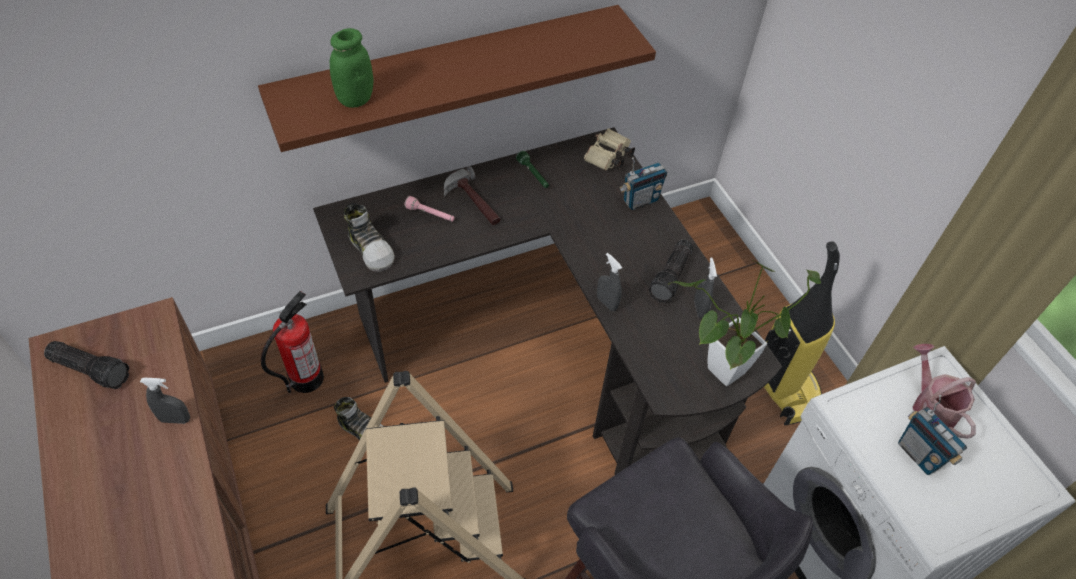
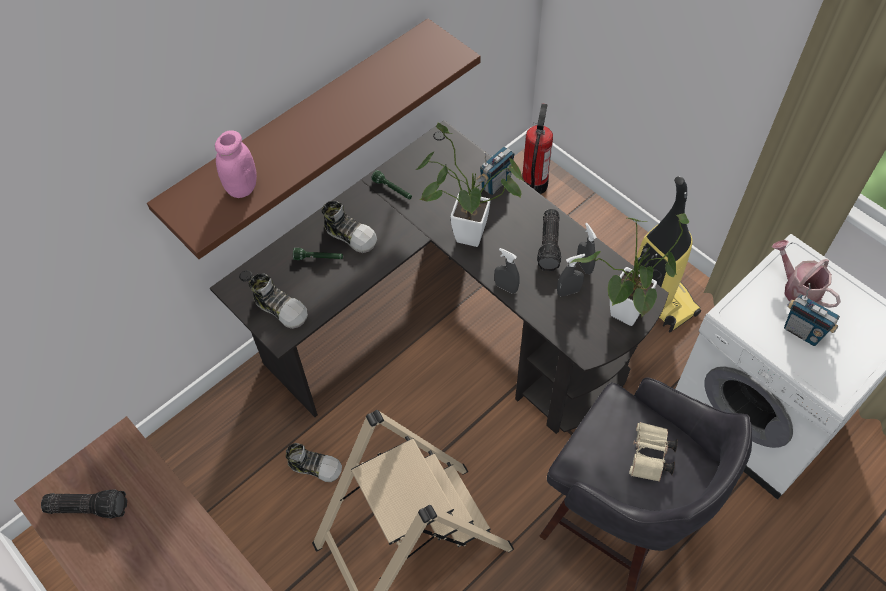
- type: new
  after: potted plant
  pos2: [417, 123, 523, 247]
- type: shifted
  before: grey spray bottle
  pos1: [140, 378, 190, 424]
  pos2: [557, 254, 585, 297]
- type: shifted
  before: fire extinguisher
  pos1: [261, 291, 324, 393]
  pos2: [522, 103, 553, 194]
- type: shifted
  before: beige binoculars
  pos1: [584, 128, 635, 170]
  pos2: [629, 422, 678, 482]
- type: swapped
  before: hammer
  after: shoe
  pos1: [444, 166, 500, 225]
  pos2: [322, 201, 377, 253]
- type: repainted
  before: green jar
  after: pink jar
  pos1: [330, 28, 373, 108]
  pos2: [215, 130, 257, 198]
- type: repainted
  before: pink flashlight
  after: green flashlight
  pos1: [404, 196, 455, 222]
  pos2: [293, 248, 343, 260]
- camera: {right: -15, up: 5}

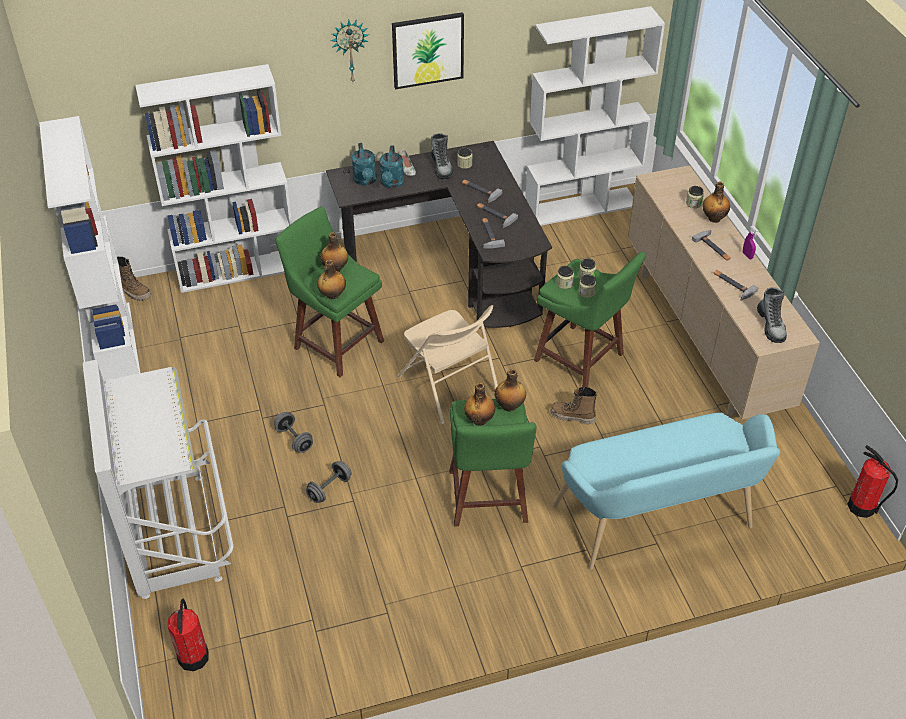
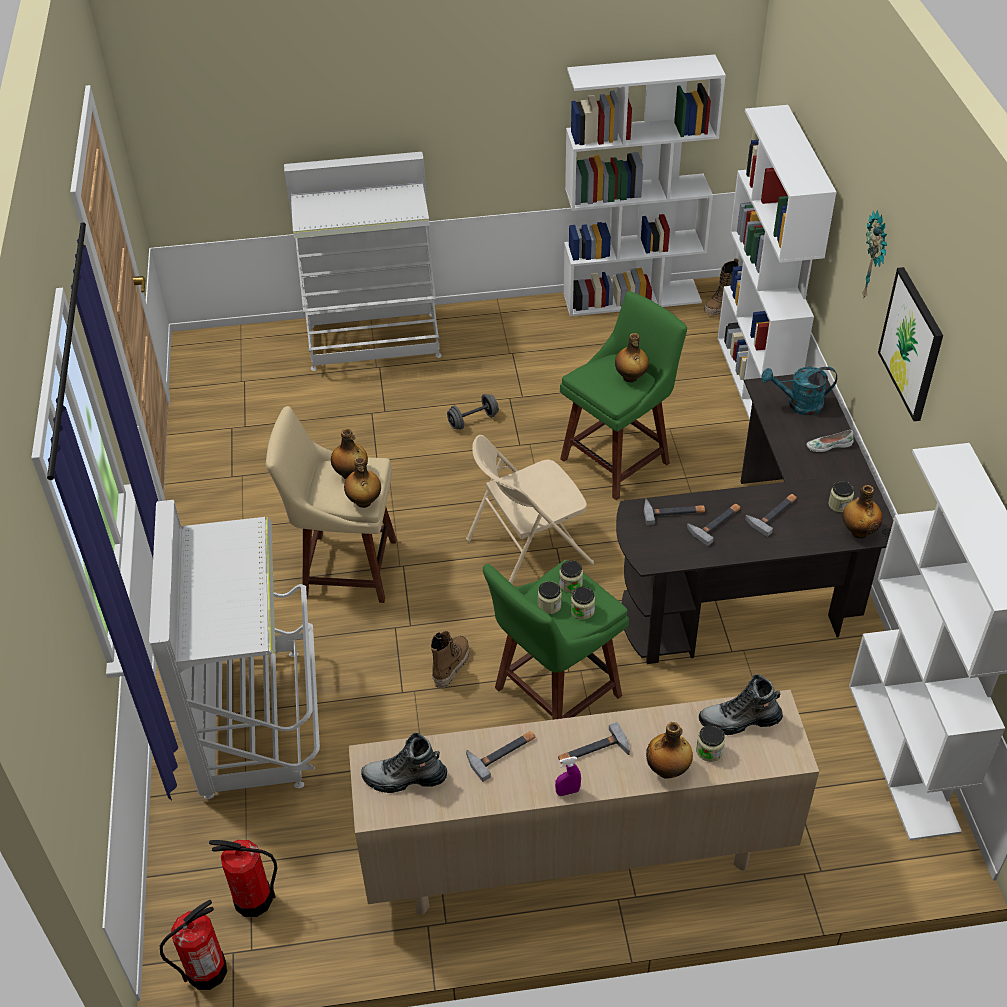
- type: gone
  before: grey dumbbell
  pos1: [306, 461, 352, 503]
- type: gone
  before: turquoise watering can
  pos1: [379, 145, 404, 189]
- type: shifted
  before: fire extinguisher
  pos1: [168, 598, 209, 671]
  pos2: [209, 840, 278, 917]
- type: shifted
  before: bottle
  pos1: [317, 260, 346, 299]
  pos2: [842, 485, 883, 539]
- type: shifted
  before: boot
  pos1: [431, 133, 453, 179]
  pos2: [699, 674, 783, 735]
- type: swapped
  before: turquoise bench
  after: white shoe rack
  pos1: [553, 413, 780, 570]
  pos2: [149, 500, 320, 799]
- type: repainted
  before: green stool
  after: beige stool
  pos1: [449, 399, 537, 527]
  pos2: [266, 406, 397, 603]
- camera: {right: 100, up: 0}

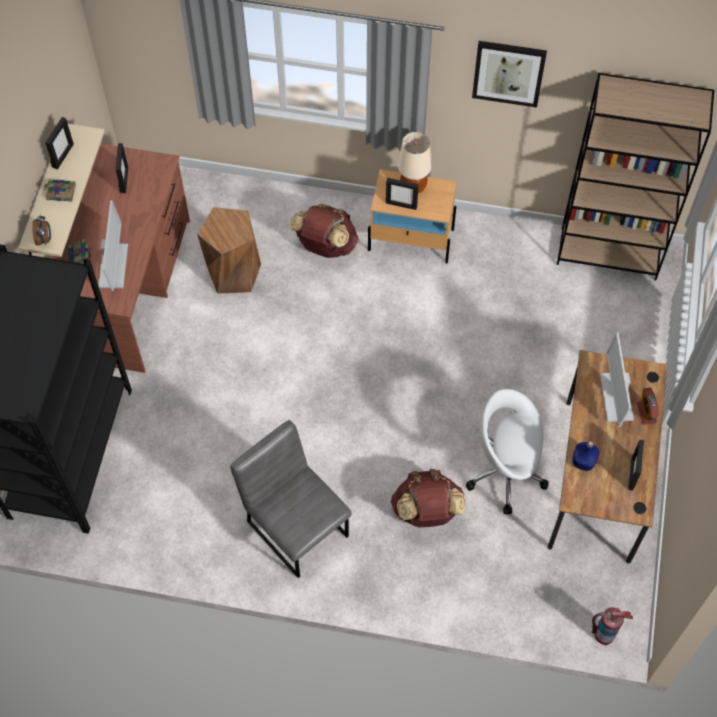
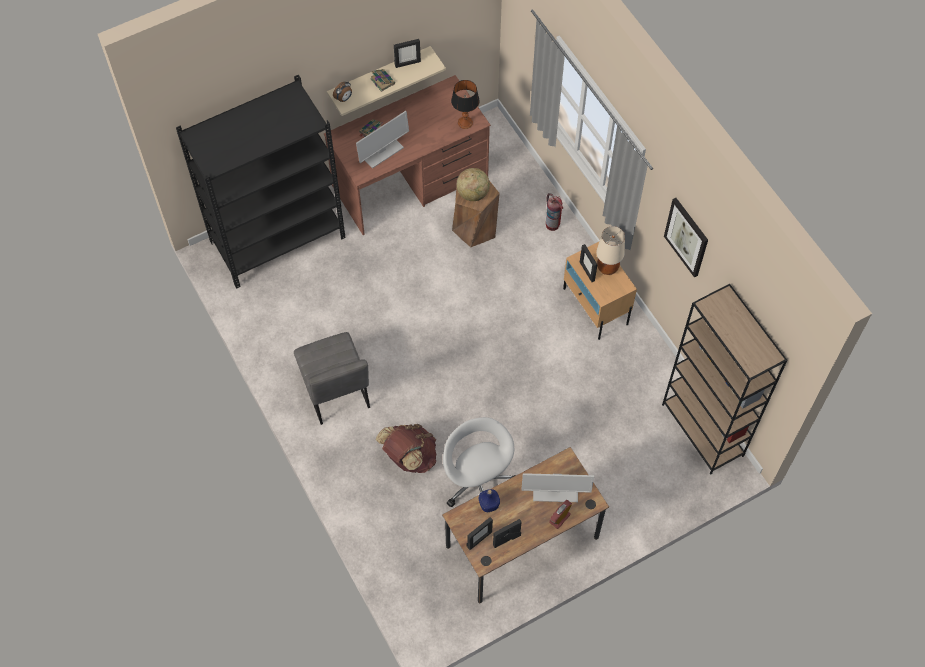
- type: gone
  before: brown backpack
  pos1: [289, 204, 358, 258]
- type: new
  after: table lamp
  pos2: [451, 80, 480, 129]
- type: new
  after: globe
  pos2: [457, 168, 490, 201]
- type: shifted
  before: picture frame
  pos1: [116, 143, 128, 193]
  pos2: [466, 517, 493, 550]
- type: shifted
  before: fire extinguisher
  pos1: [592, 608, 633, 645]
  pos2: [546, 193, 563, 231]
- type: rotated
  before: grey chair
  pos1: [230, 420, 352, 578]
  pos2: [294, 332, 370, 425]
  turn: 150
- type: rotated
  before: monitor
  pos1: [600, 332, 634, 427]
  pos2: [521, 473, 594, 502]
  turn: -135
- camera: {right: 50, up: 0}

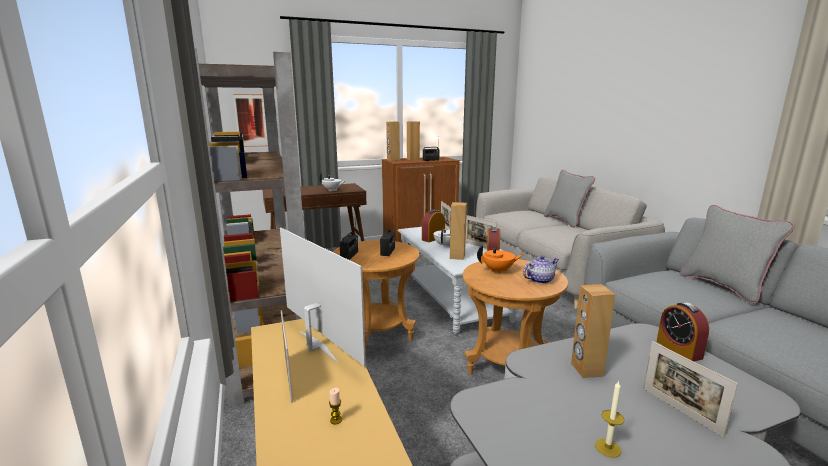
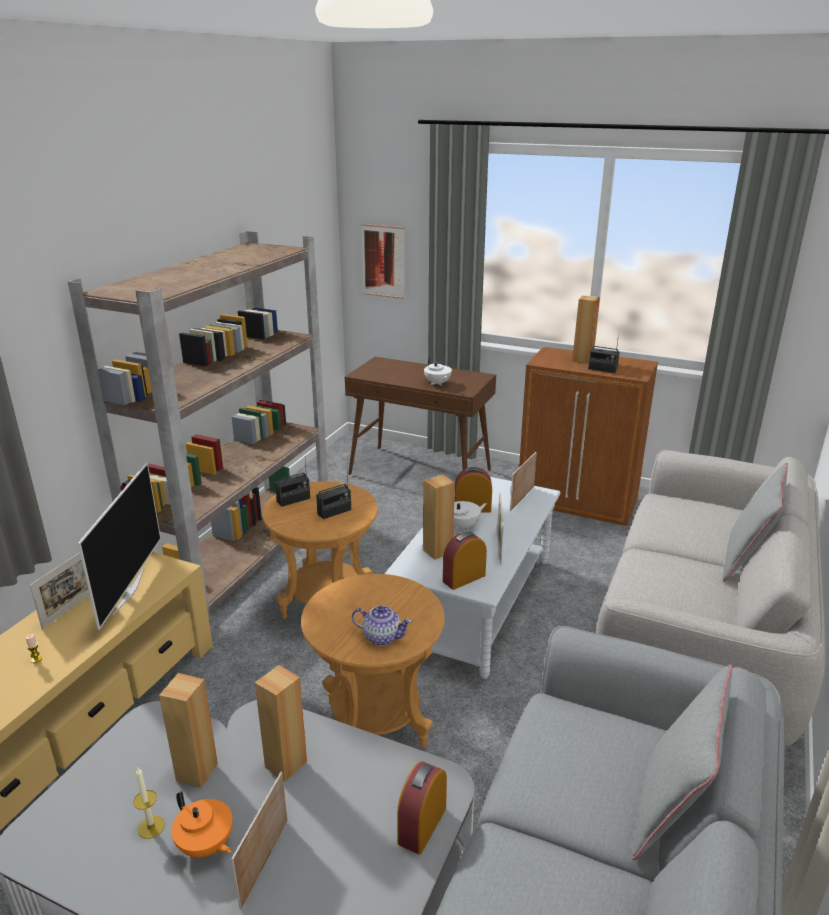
- type: shifted
  before: brown speaker
  pos1: [386, 121, 400, 161]
  pos2: [159, 673, 218, 788]
- type: shifted
  before: orange teapot
  pos1: [477, 245, 523, 274]
  pos2: [171, 791, 233, 858]
- camera: {right: 45, up: 10}

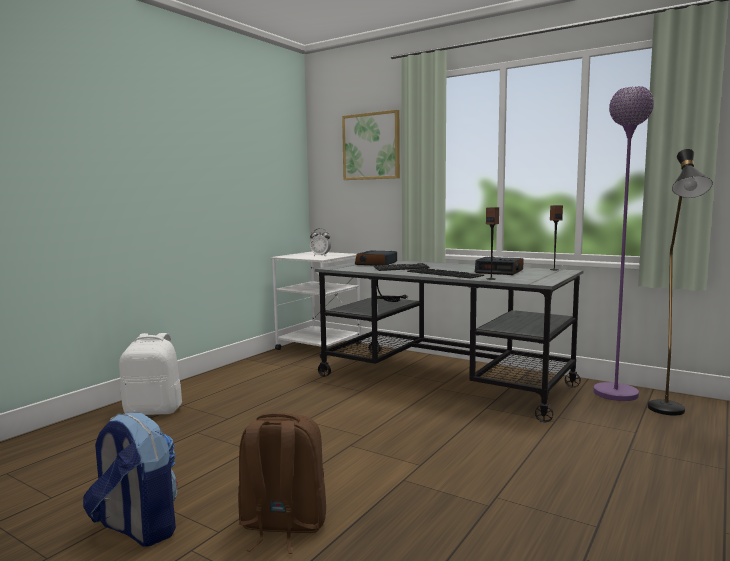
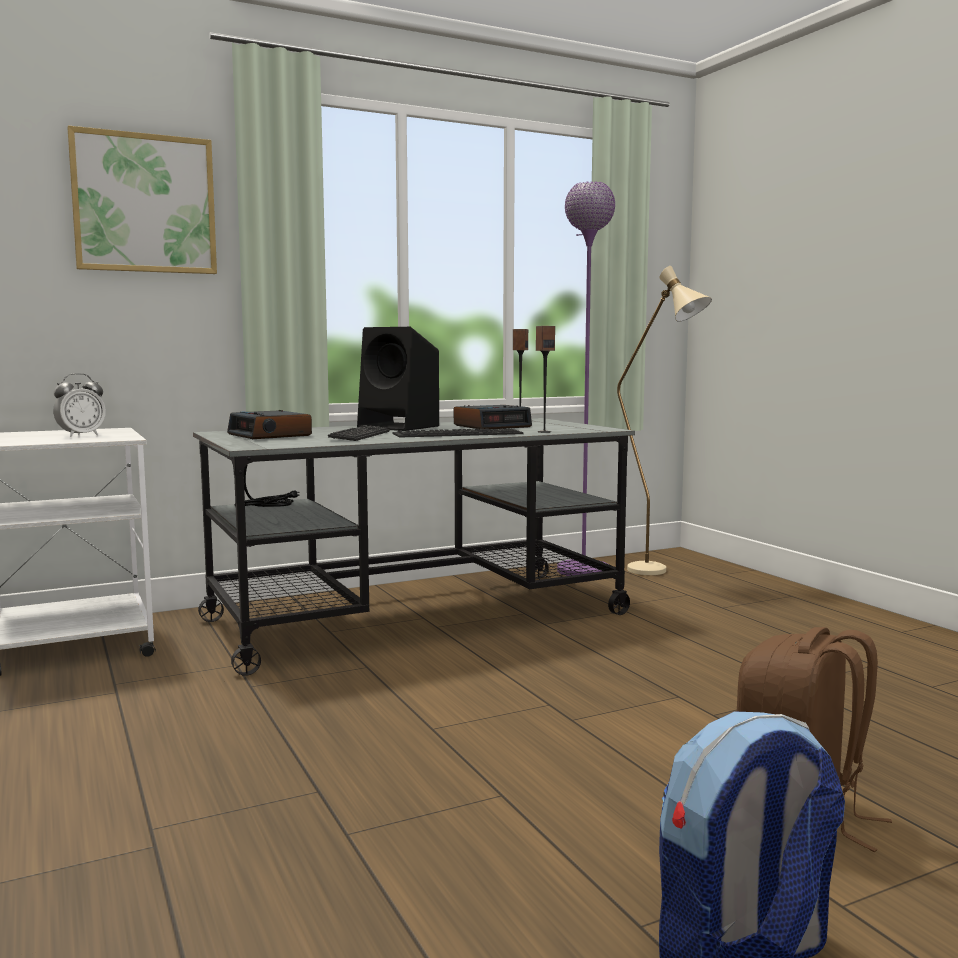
- type: gone
  before: white backpack
  pos1: [119, 333, 182, 415]
- type: new
  after: black speaker
  pos2: [357, 327, 439, 431]
- type: repainted
  before: black floor lamp
  after: beige floor lamp
  pos1: [648, 149, 713, 416]
  pos2: [617, 266, 712, 575]
- camera: {right: -60, up: 0}

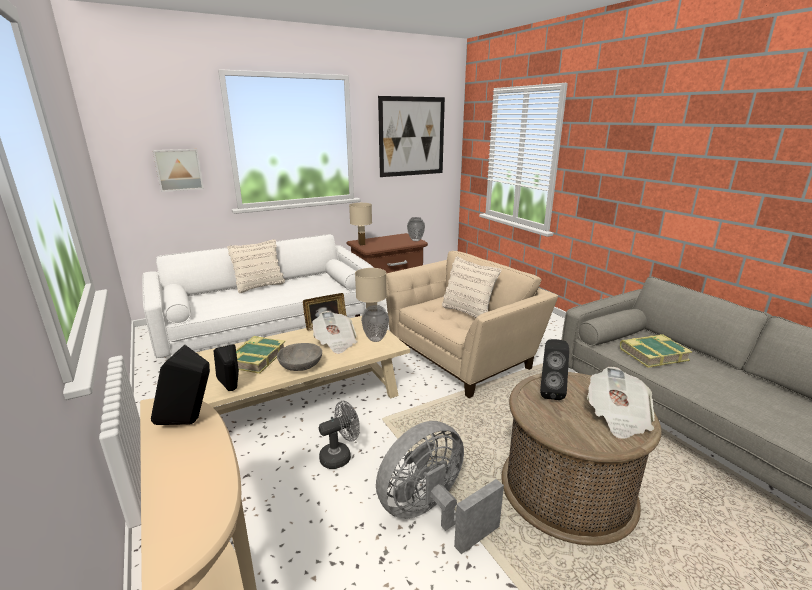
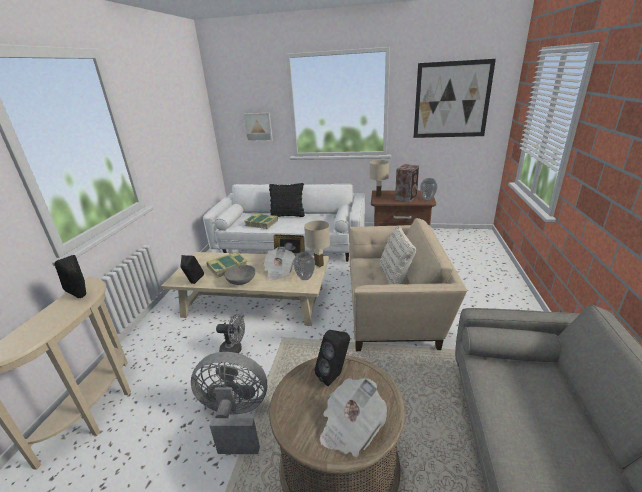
- type: new
  after: speaker
  pos2: [395, 164, 419, 202]
- type: shifted
  before: book
  pos1: [620, 334, 693, 368]
  pos2: [244, 213, 278, 229]
- type: repainted
  before: beige pillow
  after: black pillow
  pos1: [227, 239, 285, 293]
  pos2: [269, 183, 305, 217]
- camera: {right: 40, up: 5}

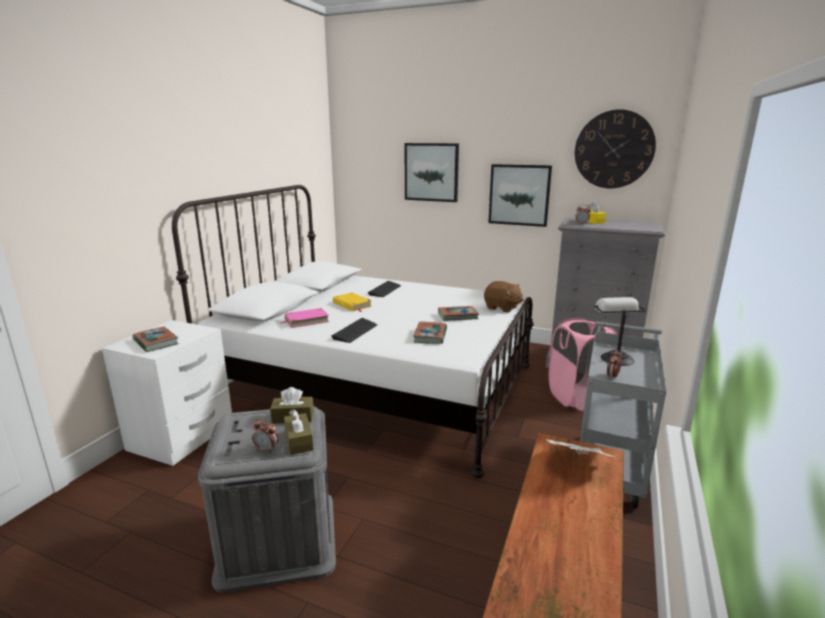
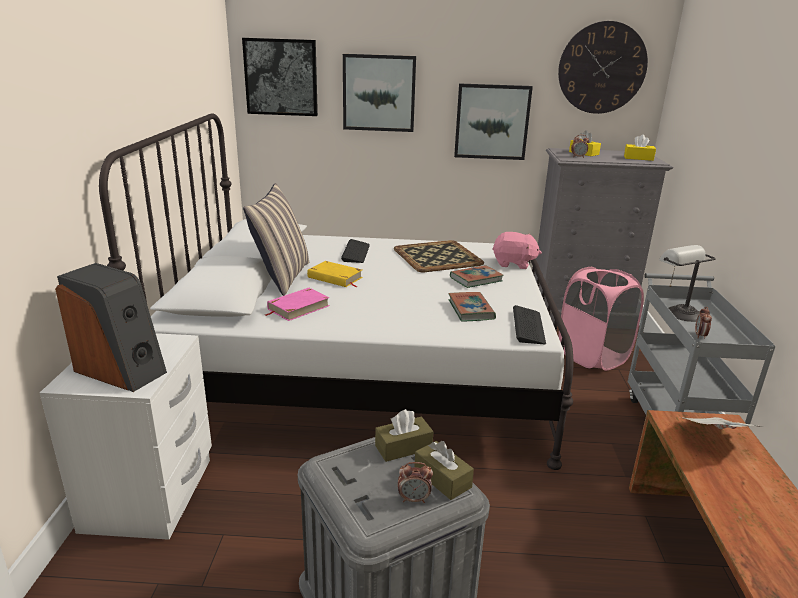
- type: new
  after: picture
  pos2: [242, 38, 318, 116]
- type: new
  after: pillow
  pos2: [243, 183, 309, 296]
- type: new
  after: tray
  pos2: [394, 240, 484, 272]
- type: new
  after: yellow tissue box
  pos2: [624, 135, 656, 161]
- type: shifted
  before: keyboard
  pos1: [331, 318, 377, 343]
  pos2: [513, 305, 546, 344]
- type: swapped
  before: book
  after: speaker
  pos1: [133, 327, 179, 352]
  pos2: [55, 263, 167, 392]
- type: repainted
  before: brown plush toy
  after: pink plush toy
  pos1: [484, 281, 523, 313]
  pos2: [492, 232, 542, 269]
- camera: {right: -20, up: 5}

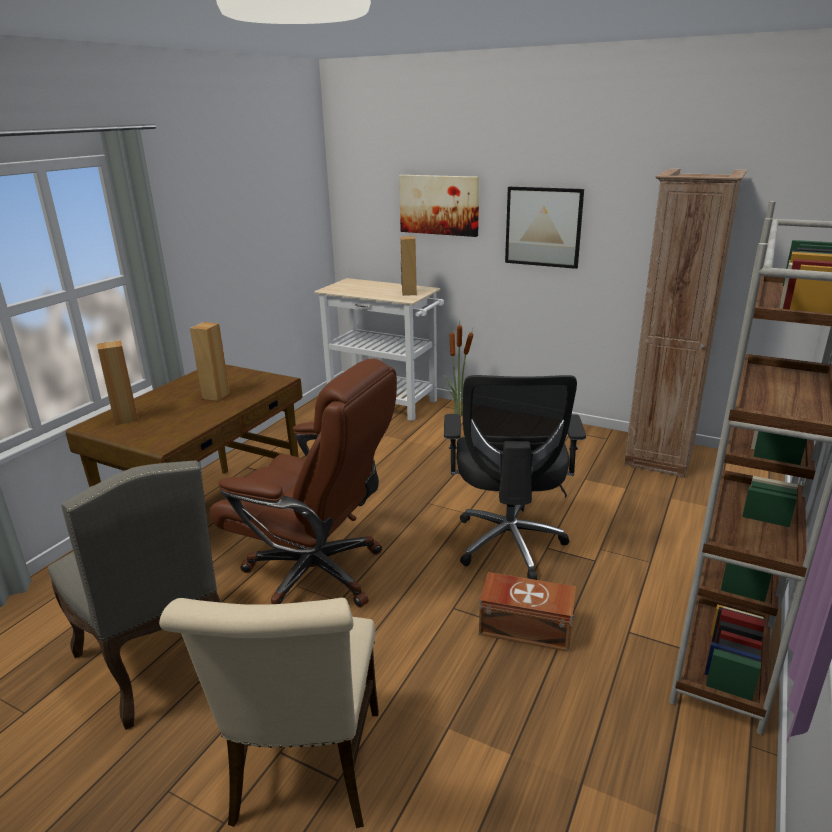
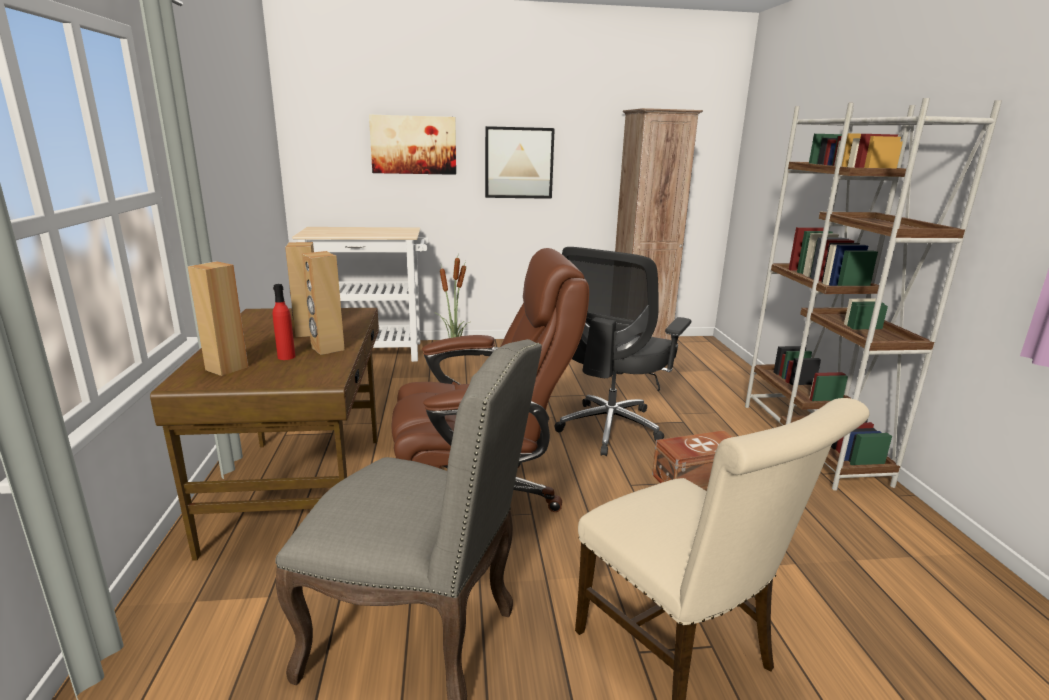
- type: new
  after: red bottle
  pos2: [273, 284, 295, 360]
- type: shifted
  before: brown speaker
  pos1: [400, 236, 417, 296]
  pos2: [302, 251, 345, 355]
- type: rotated
  before: office chair
  pos1: [444, 375, 586, 580]
  pos2: [555, 247, 691, 456]
  turn: 60
- camera: {right: -35, up: -5}

